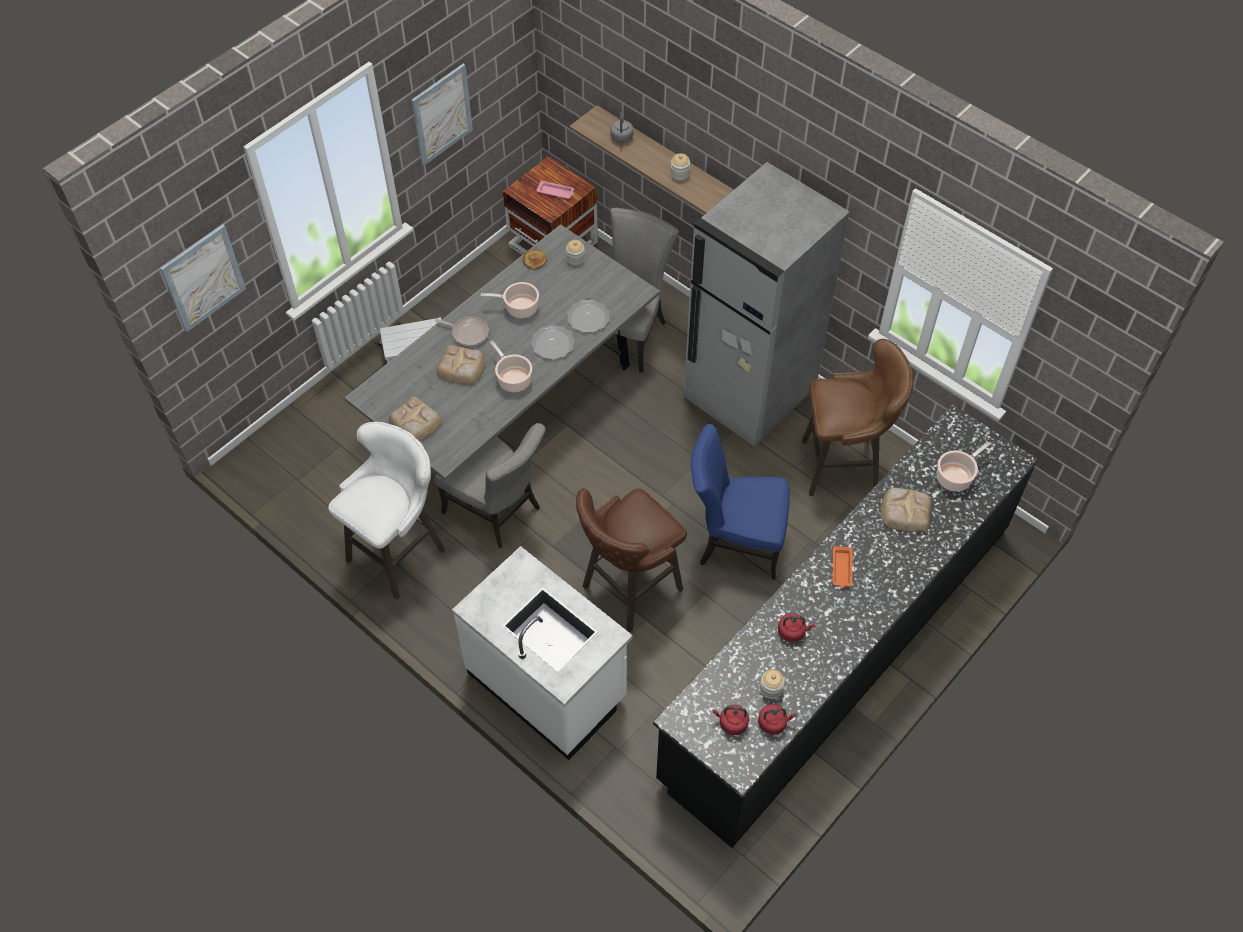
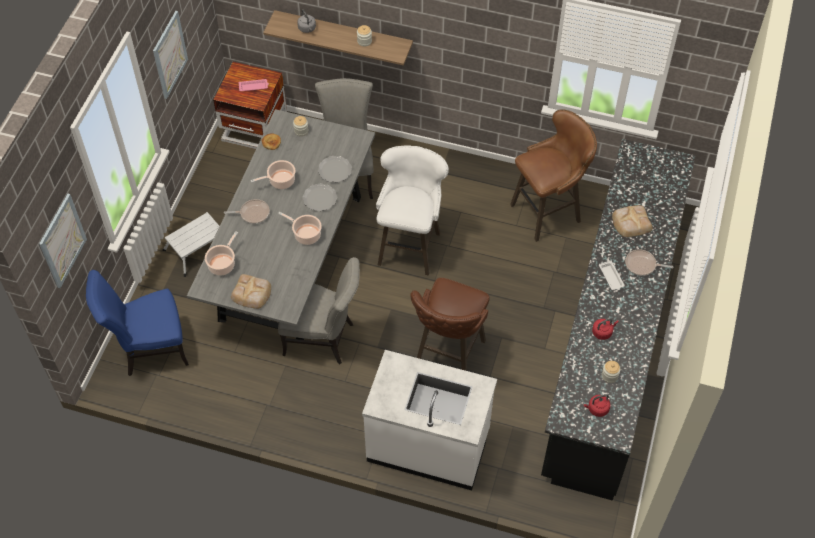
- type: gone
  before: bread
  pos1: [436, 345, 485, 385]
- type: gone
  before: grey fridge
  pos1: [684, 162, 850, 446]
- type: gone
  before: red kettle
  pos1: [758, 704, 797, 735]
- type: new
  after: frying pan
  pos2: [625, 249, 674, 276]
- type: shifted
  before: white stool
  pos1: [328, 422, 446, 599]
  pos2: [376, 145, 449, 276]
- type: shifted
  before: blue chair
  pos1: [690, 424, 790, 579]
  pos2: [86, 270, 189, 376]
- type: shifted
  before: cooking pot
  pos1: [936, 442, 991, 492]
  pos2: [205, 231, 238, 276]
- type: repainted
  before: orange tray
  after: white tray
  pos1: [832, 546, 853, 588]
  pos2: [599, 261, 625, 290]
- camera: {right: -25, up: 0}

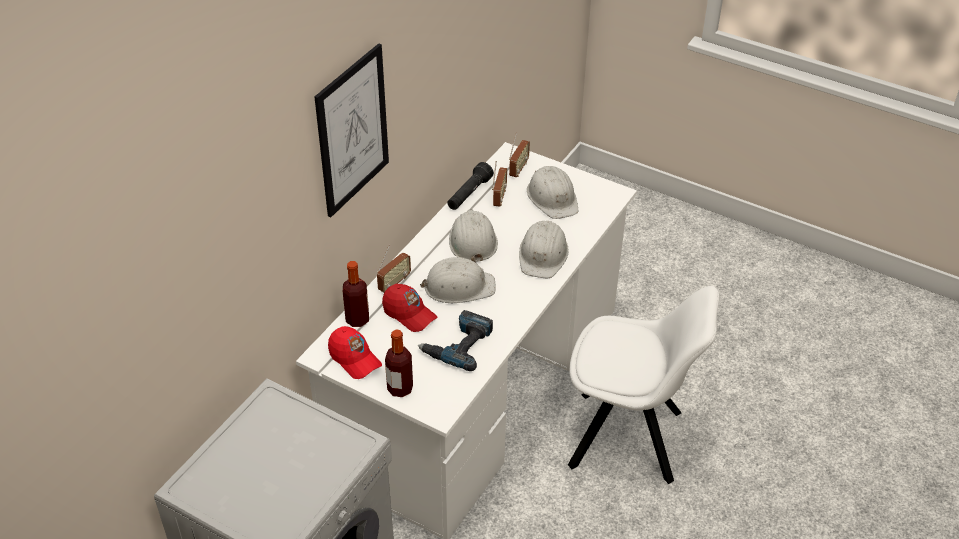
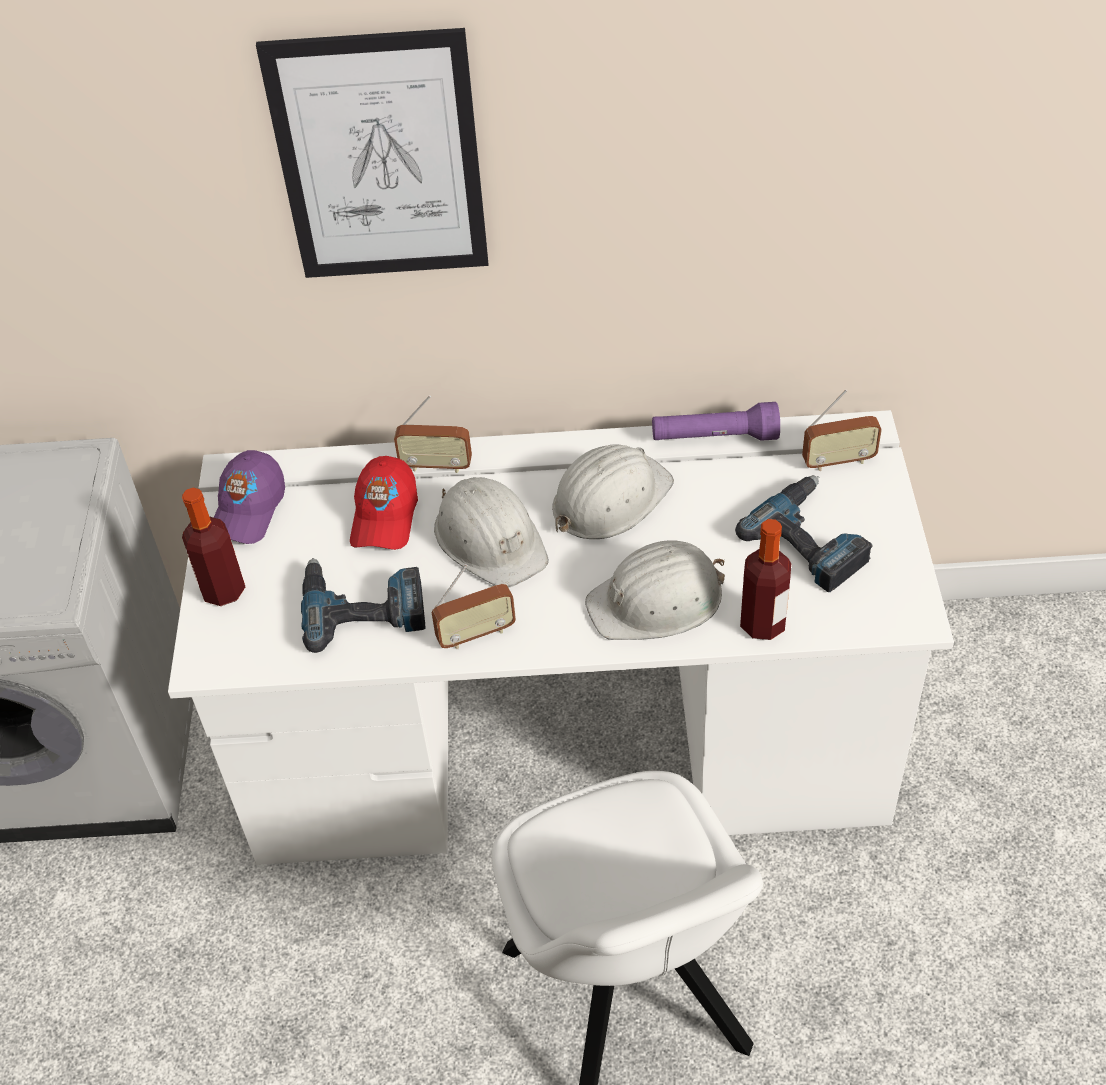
- type: shifted
  before: bottle
  pos1: [343, 261, 369, 327]
  pos2: [740, 519, 791, 640]
- type: shifted
  before: radio
  pos1: [492, 161, 507, 207]
  pos2: [432, 564, 516, 649]
- type: swapped
  before: white hard hat
  after: power drill
  pos1: [527, 166, 578, 219]
  pos2: [735, 475, 873, 592]
- type: repainted
  before: red cap
  after: purple cap
  pos1: [328, 326, 382, 379]
  pos2: [214, 450, 285, 544]
- type: repainted
  before: black flashlight
  after: purple flashlight
  pos1: [447, 162, 494, 210]
  pos2: [652, 402, 780, 441]
- camera: {right: 60, up: 5}

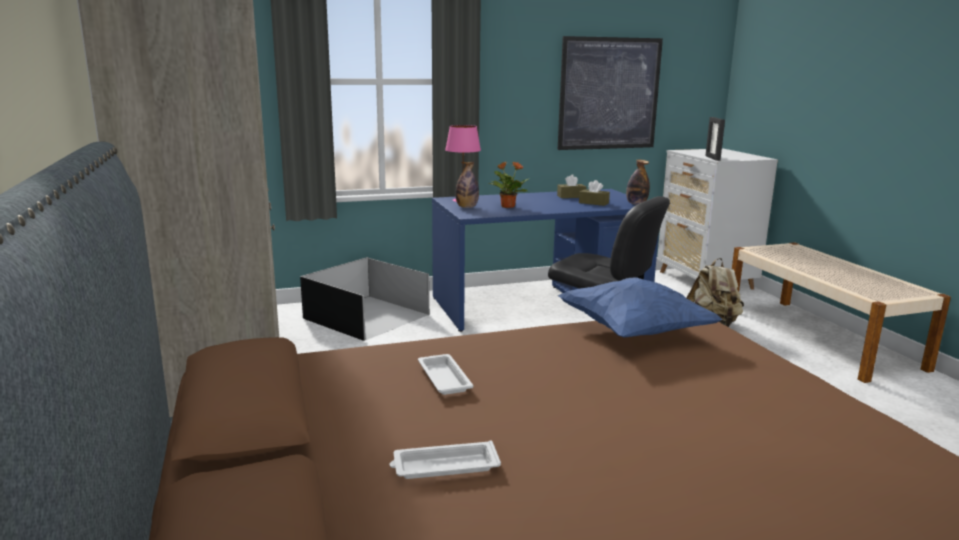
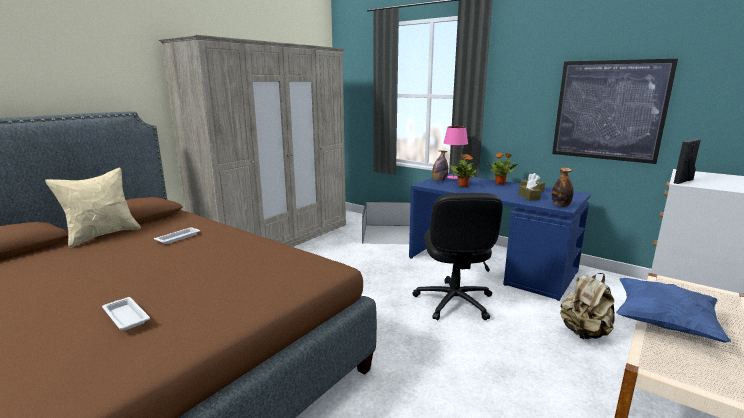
- type: new
  after: beige pillow
  pos2: [45, 168, 141, 248]
- type: new
  after: potted plant
  pos2: [487, 152, 518, 185]
- type: shifted
  before: white tray
  pos1: [390, 440, 501, 479]
  pos2: [102, 297, 150, 330]
- type: shifted
  before: blue pillow
  pos1: [558, 277, 722, 337]
  pos2: [616, 278, 731, 343]
- camera: {right: 55, up: 0}

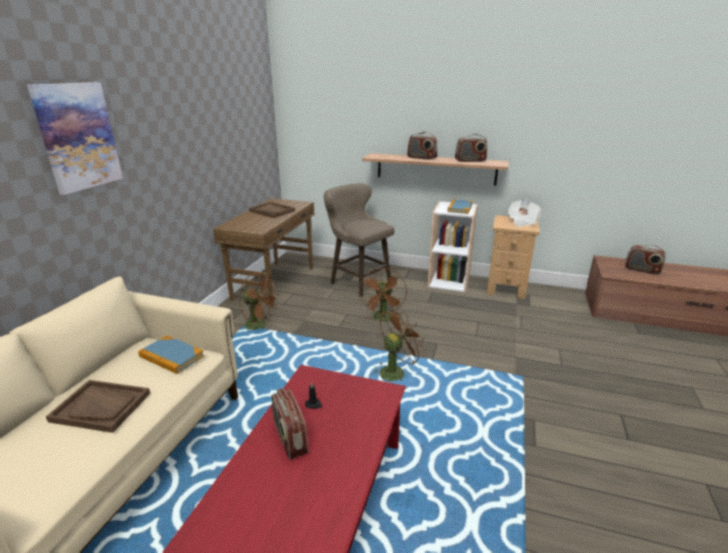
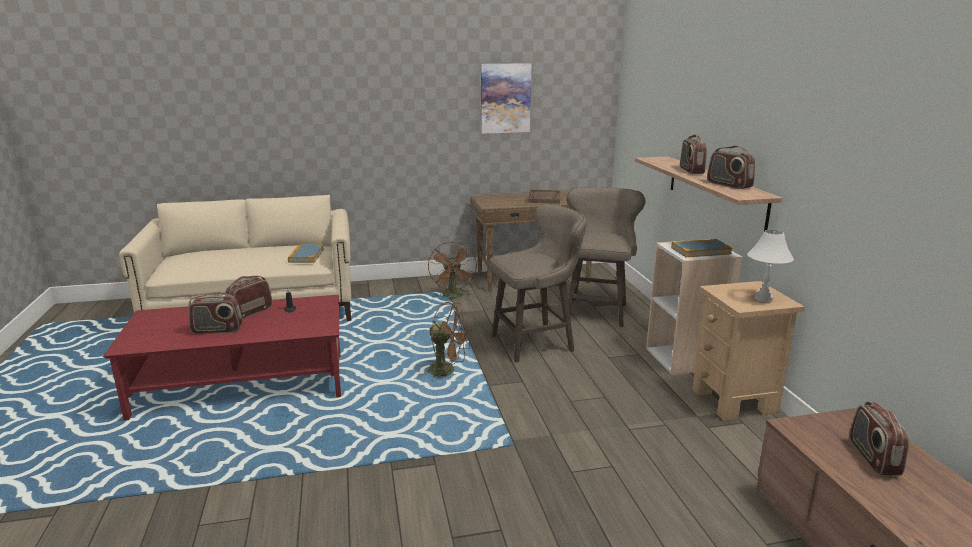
- type: gone
  before: brown tray
  pos1: [46, 380, 150, 433]
- type: new
  after: radio
  pos2: [188, 292, 242, 334]
- type: shifted
  before: picture
  pos1: [27, 82, 123, 195]
  pos2: [481, 63, 531, 134]
- type: swapped
  before: brown fan
  after: beige stool
  pos1: [360, 268, 407, 321]
  pos2: [489, 204, 587, 362]
- type: swapped
  before: newspaper
  after: white table lamp
  pos1: [507, 199, 541, 227]
  pos2: [747, 230, 794, 302]
- camera: {right: 60, up: -5}

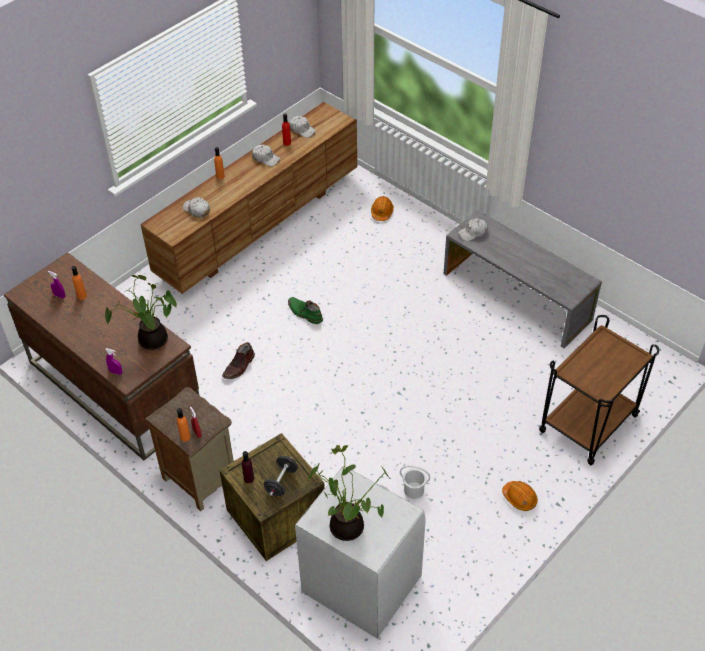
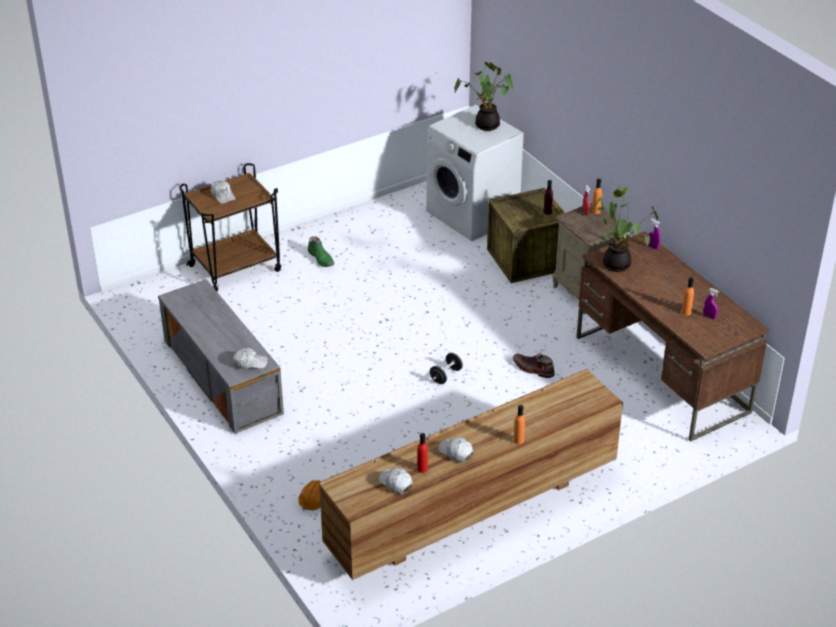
- type: gone
  before: white bucket
  pos1: [400, 465, 430, 499]
- type: gone
  before: orange hard hat
  pos1: [502, 481, 538, 511]
- type: shifted
  before: white cap
  pos1: [183, 197, 210, 218]
  pos2: [211, 180, 236, 204]
- type: shifted
  before: black dumbbell
  pos1: [263, 456, 298, 496]
  pos2: [430, 353, 463, 384]
- type: shifted
  before: green boot
  pos1: [288, 297, 323, 324]
  pos2: [308, 236, 334, 267]
- type: rotated
  before: brown boot
  pos1: [222, 342, 255, 379]
  pos2: [513, 353, 555, 378]
  turn: -105
- camera: {right: -165, up: -10}

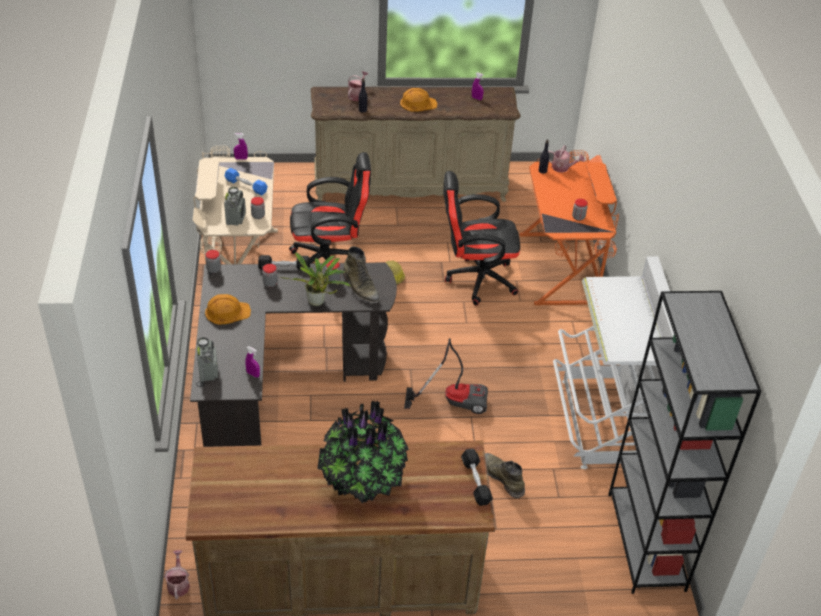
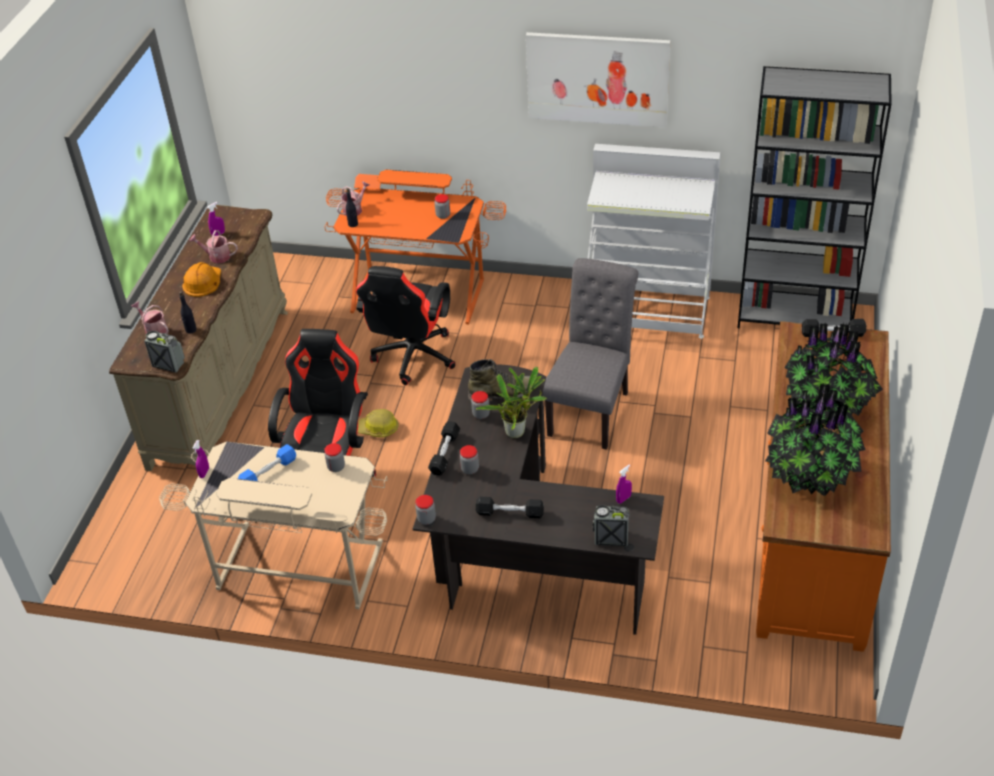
- type: gone
  before: green boot
  pos1: [485, 453, 525, 498]
- type: new
  after: picture
  pos2: [526, 32, 670, 127]
- type: new
  after: potted plant
  pos2: [765, 383, 865, 496]
- type: shifted
  before: watering can
  pos1: [164, 550, 190, 599]
  pos2: [189, 230, 238, 263]
- type: shifted
  before: radio
  pos1: [224, 187, 246, 225]
  pos2: [144, 331, 185, 373]
- type: swapped
  before: orange hard hat
  after: black dumbbell
  pos1: [205, 294, 251, 325]
  pos2: [476, 497, 544, 518]
- type: swapped
  before: vacuum cleaner
  after: grey chair
  pos1: [404, 338, 488, 414]
  pos2: [543, 258, 638, 450]
- camera: {right: -70, up: 0}

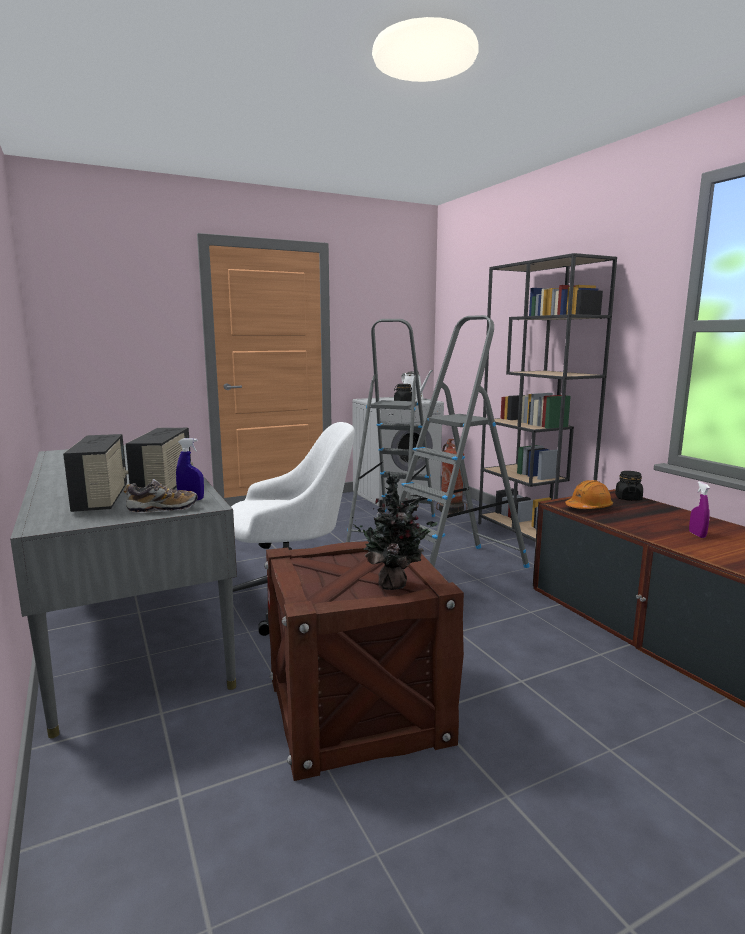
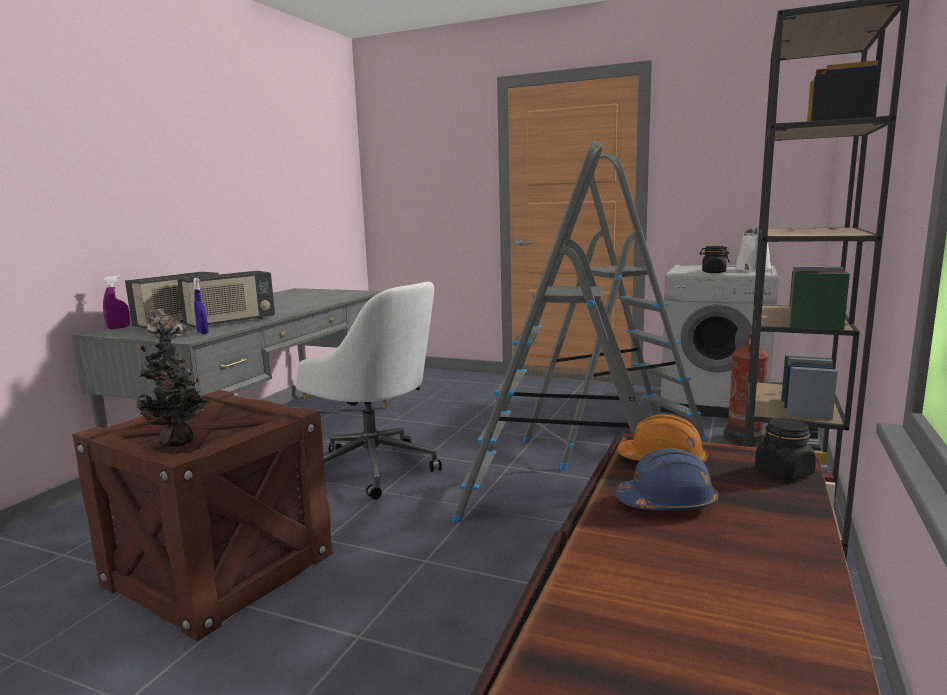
- type: new
  after: blue hard hat
  pos2: [615, 448, 718, 511]
- type: shifted
  before: purple spray bottle
  pos1: [689, 481, 710, 538]
  pos2: [103, 275, 130, 329]
- camera: {right: 50, up: 0}

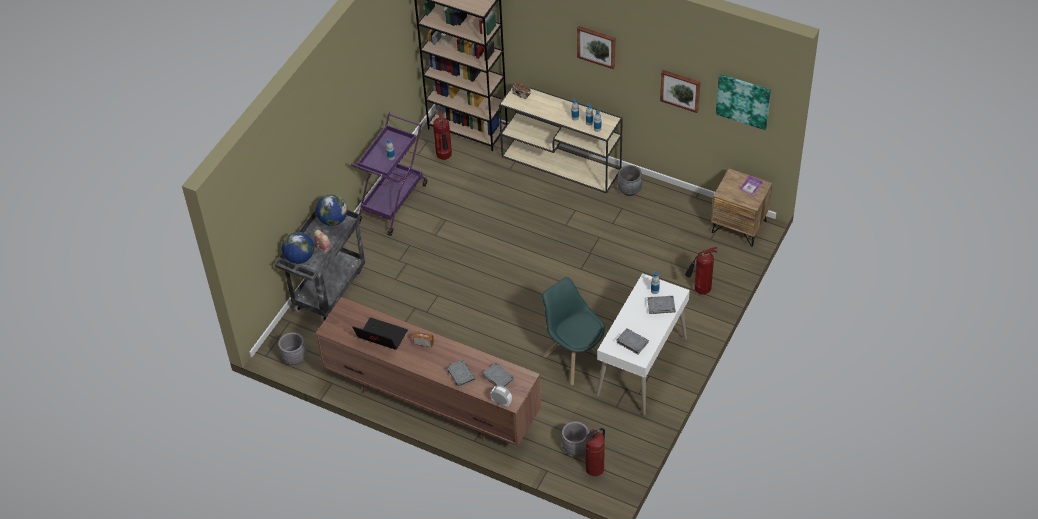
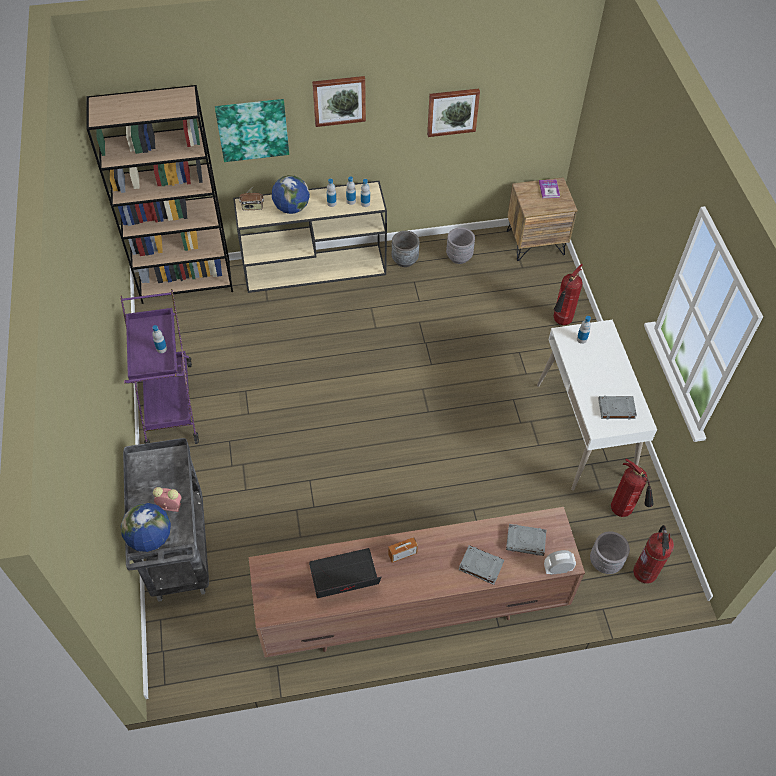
- type: gone
  before: turquoise chair
  pos1: [542, 277, 605, 385]
- type: gone
  before: grey book
  pos1: [648, 296, 675, 314]
- type: shifted
  before: grey planter
  pos1: [278, 332, 306, 365]
  pos2: [446, 227, 475, 264]
- type: shifted
  before: globe
  pos1: [316, 194, 347, 226]
  pos2: [272, 175, 310, 214]
- type: shifted
  before: fire extinguisher
  pos1: [433, 108, 452, 160]
  pos2: [611, 459, 653, 517]
- type: shifted
  before: picture
  pos1: [716, 74, 771, 130]
  pos2: [215, 99, 289, 162]
- camera: {right: -40, up: 5}

